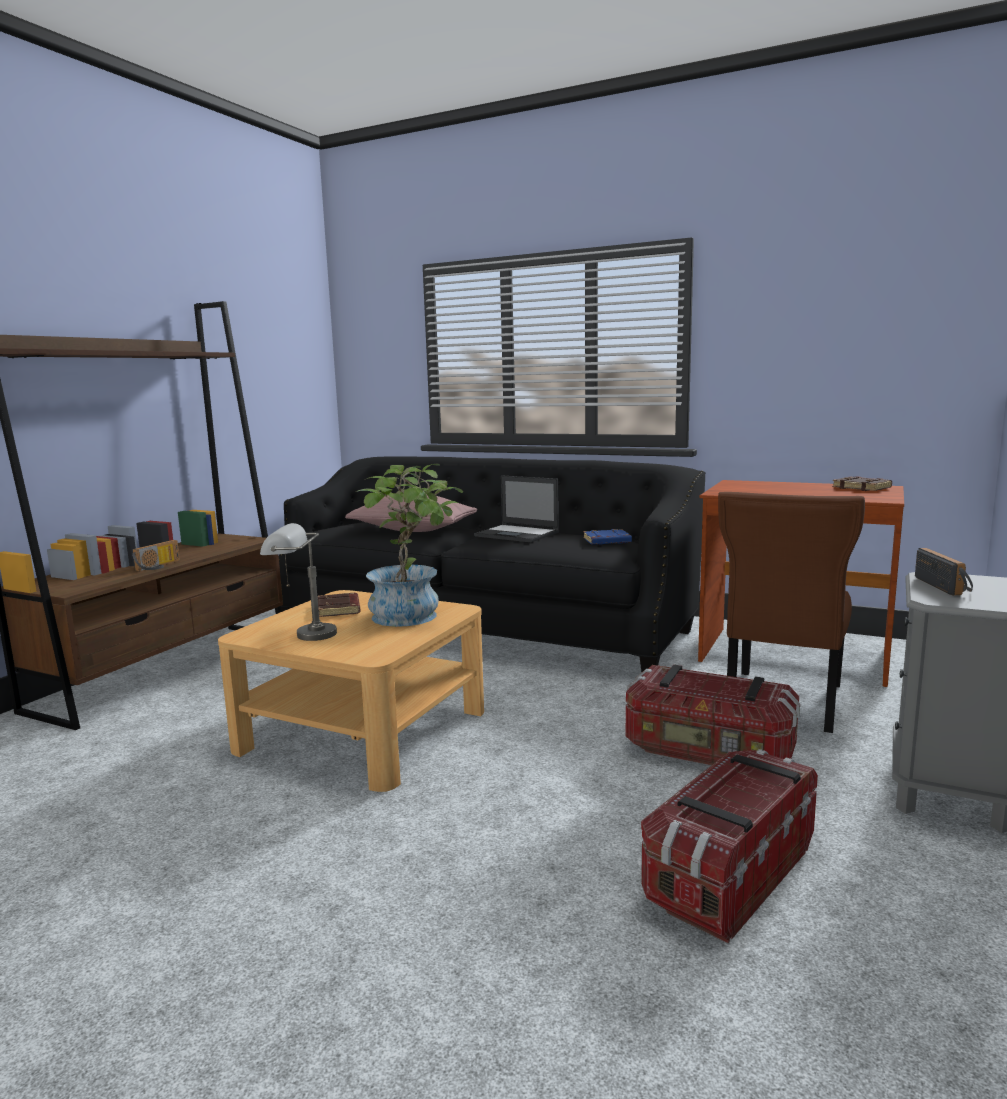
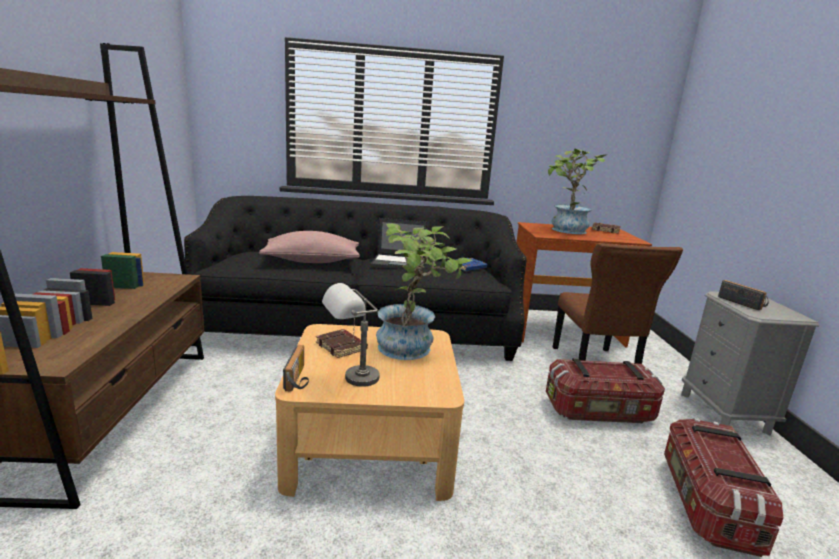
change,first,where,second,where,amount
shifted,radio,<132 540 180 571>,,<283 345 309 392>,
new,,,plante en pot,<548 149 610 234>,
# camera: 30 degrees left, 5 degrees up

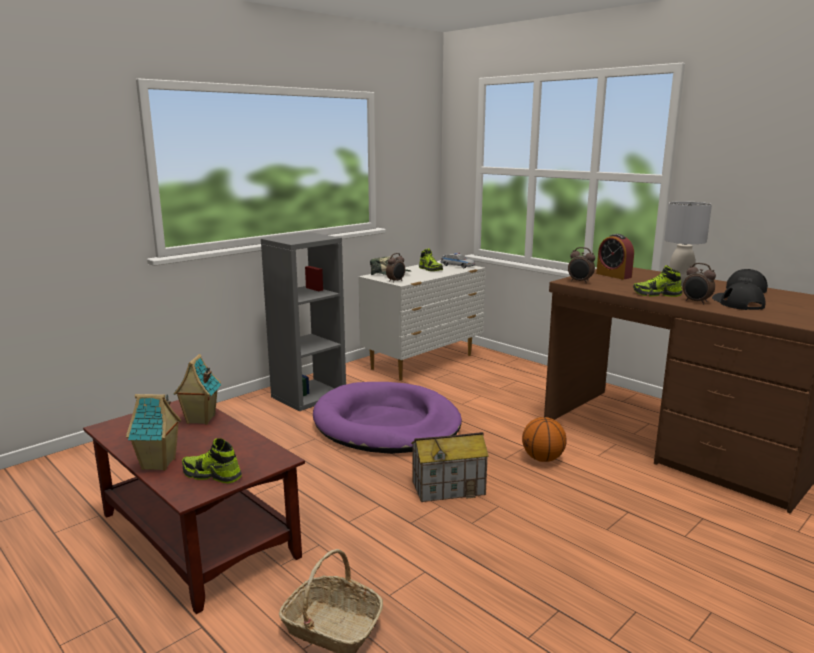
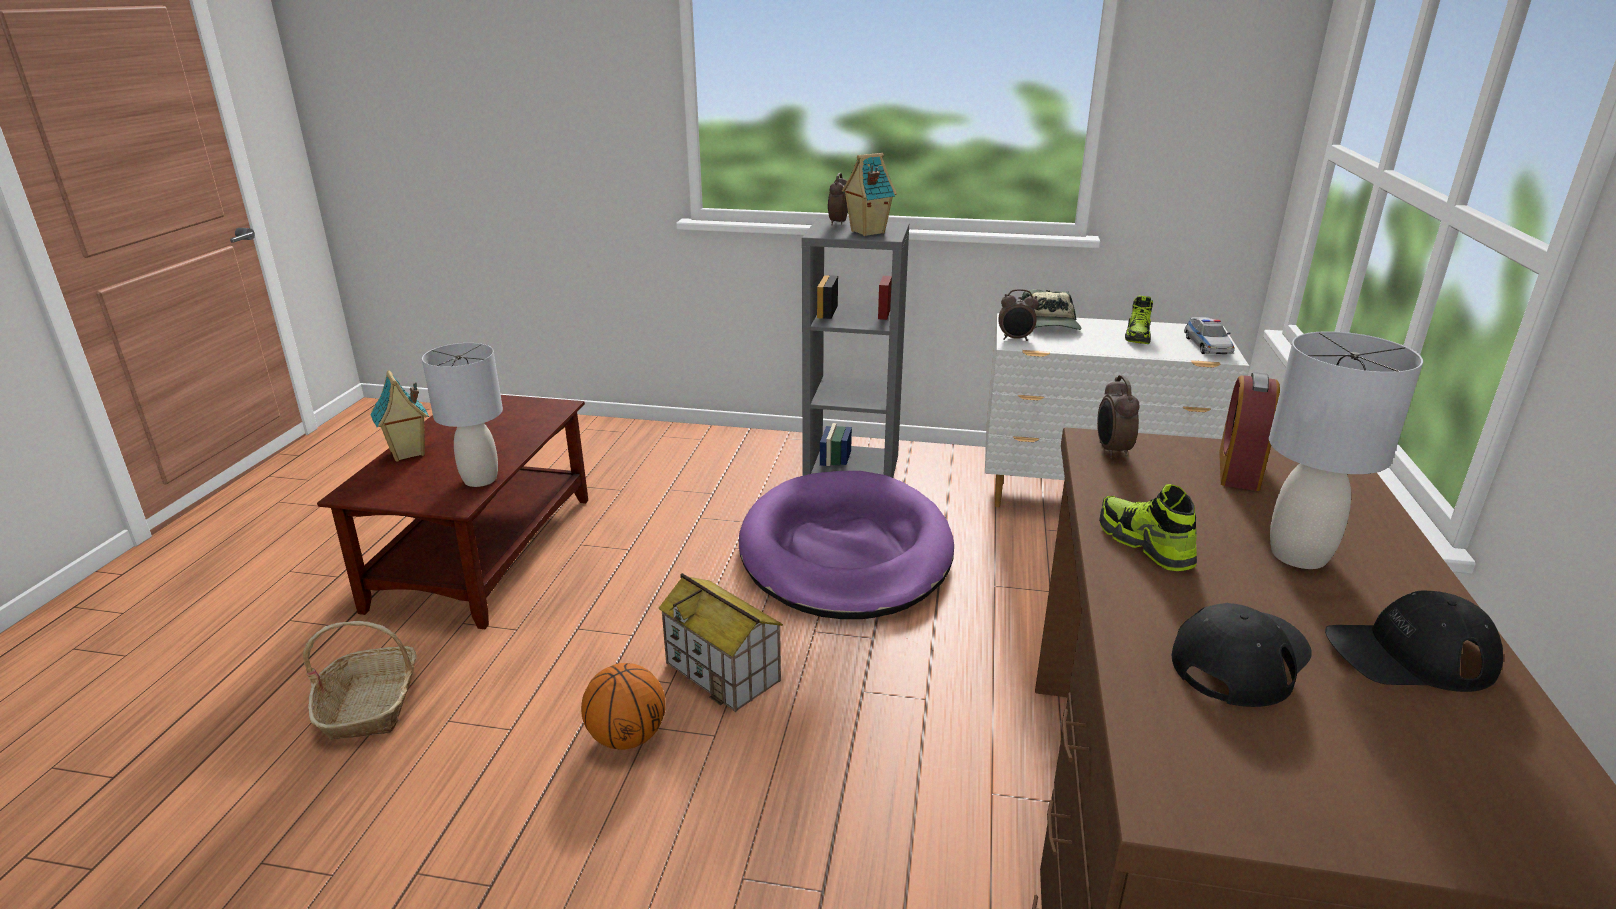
change,first,where,second,where,amount
shifted,maison miniature,<174 354 221 425>,,<842 153 897 236>,
gone,chaussure,<182 438 242 483>,,,
shifted,ballon de basket,<522 417 567 462>,,<581 663 666 750>,
shifted,réveil,<683 263 716 304>,,<828 173 848 225>,
new,,,lampe de table (gris),<422 343 503 487>,
# camera: 55 degrees right, 10 degrees up

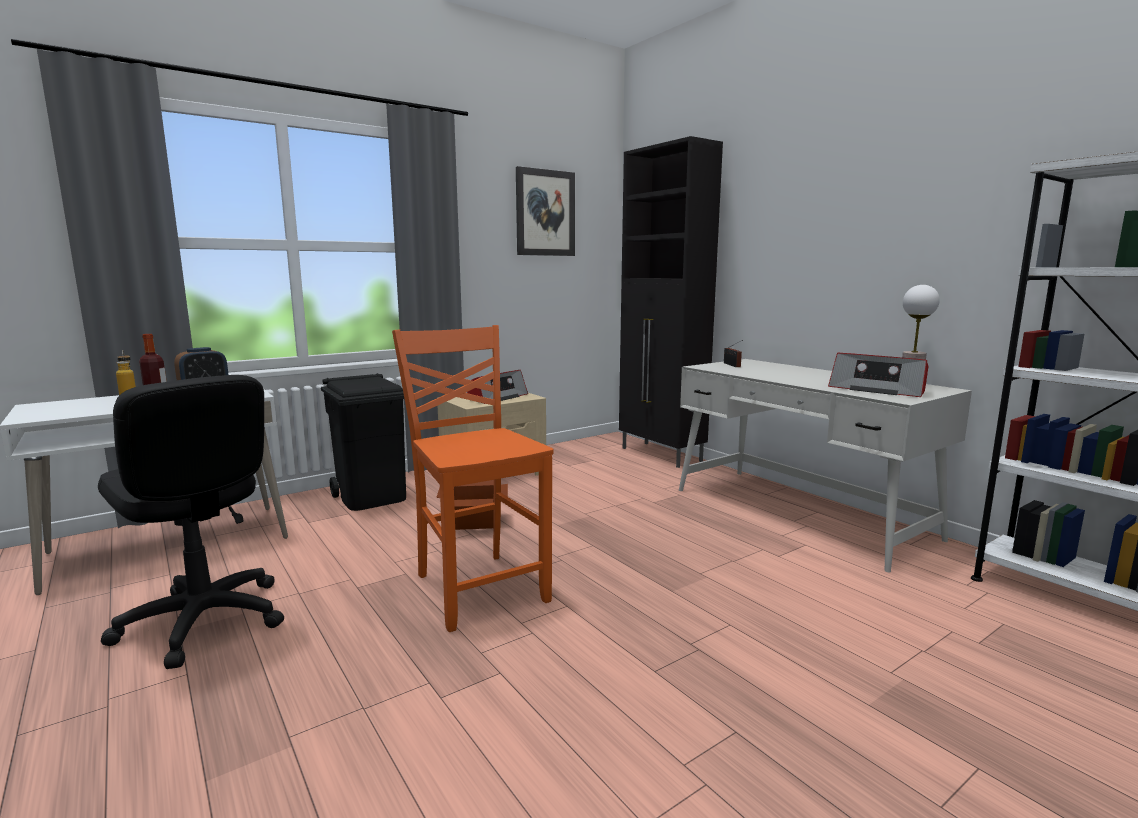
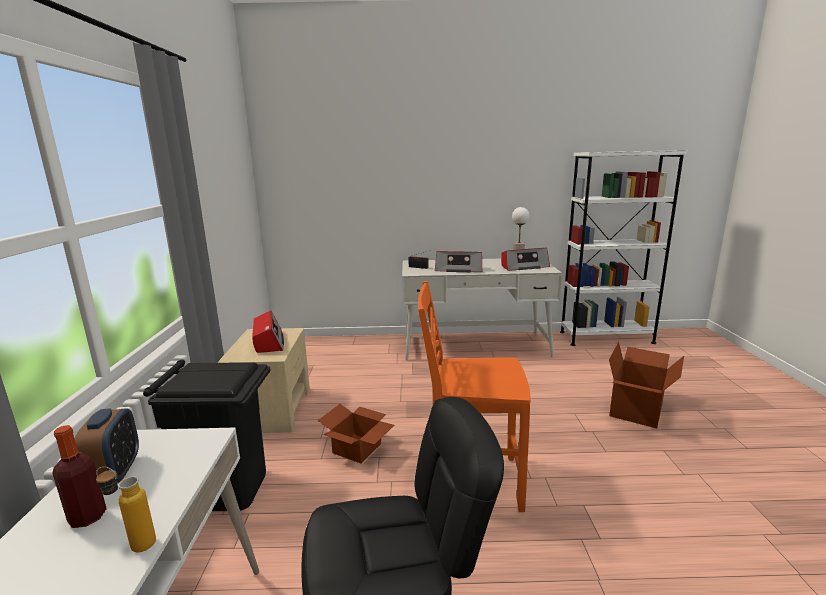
change,first,where,second,where,amount
gone,tableau,<516 166 575 256>,,,
gone,meuble de rangement (noir),<619 136 723 468>,,,
new,,,radio,<435 251 482 272>,
new,,,carton,<609 341 684 429>,
# camera: 55 degrees left, 5 degrees up

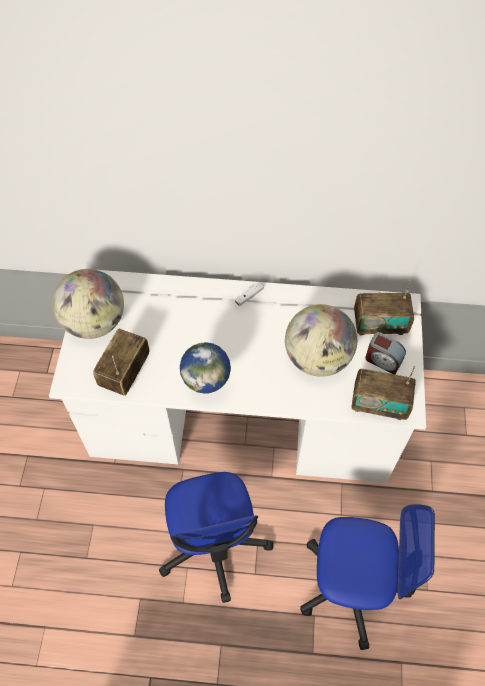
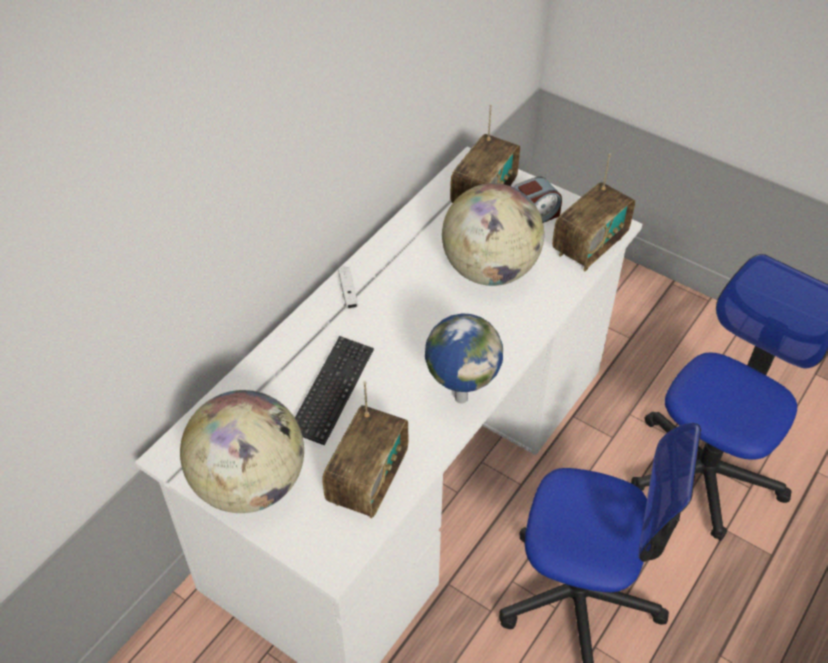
change,first,where,second,where,amount
rotated,radio,<93 329 149 396>,,<322 381 408 518>,120 degrees counterclockwise
new,,,clavier,<295 336 374 445>,
# camera: 60 degrees left, 10 degrees down

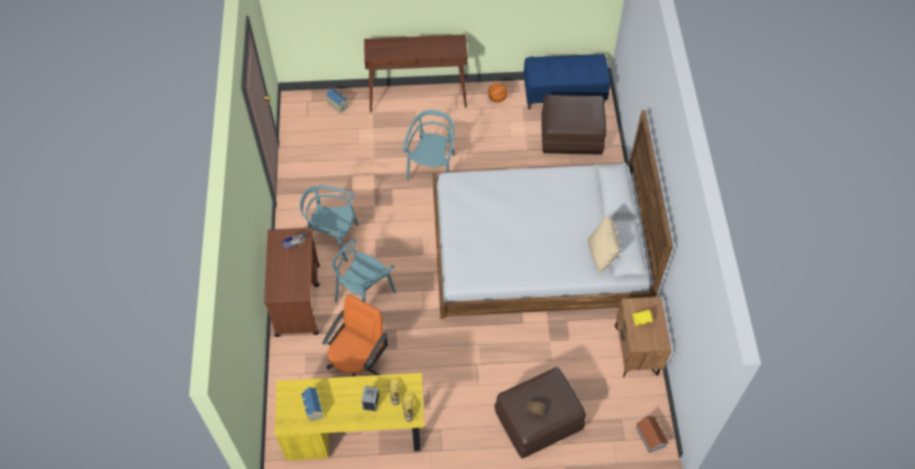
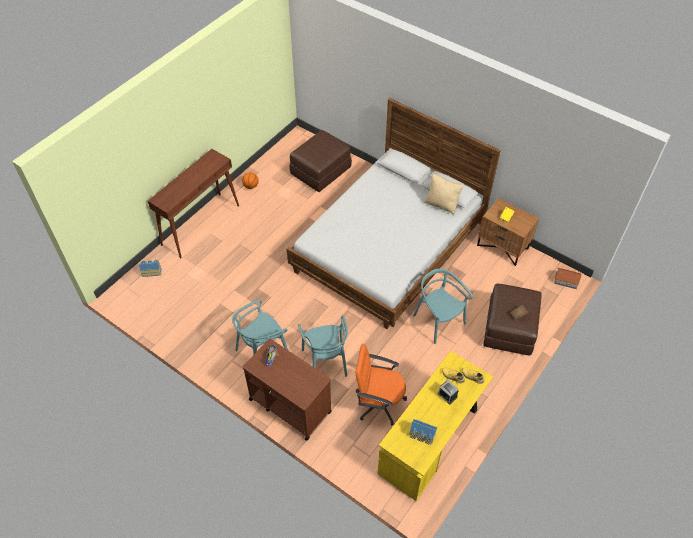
change,first,where,second,where,amount
rotated,chaise de bureau (orange),<322 295 388 377>,,<356 344 407 425>,60 degrees counterclockwise
shifted,chaise (turquoise),<403 110 455 180>,,<413 268 473 344>,
gone,banc (bleu),<524 54 610 110>,,,
# camera: 50 degrees left, 5 degrees down

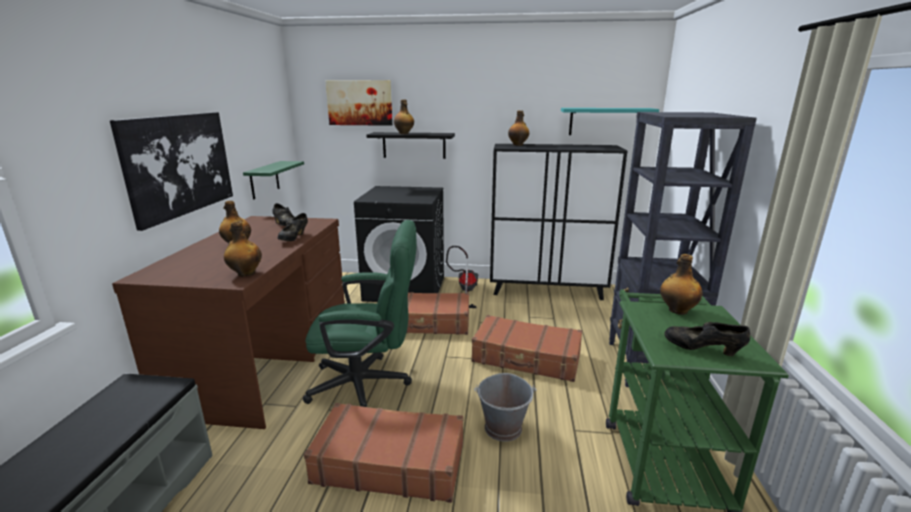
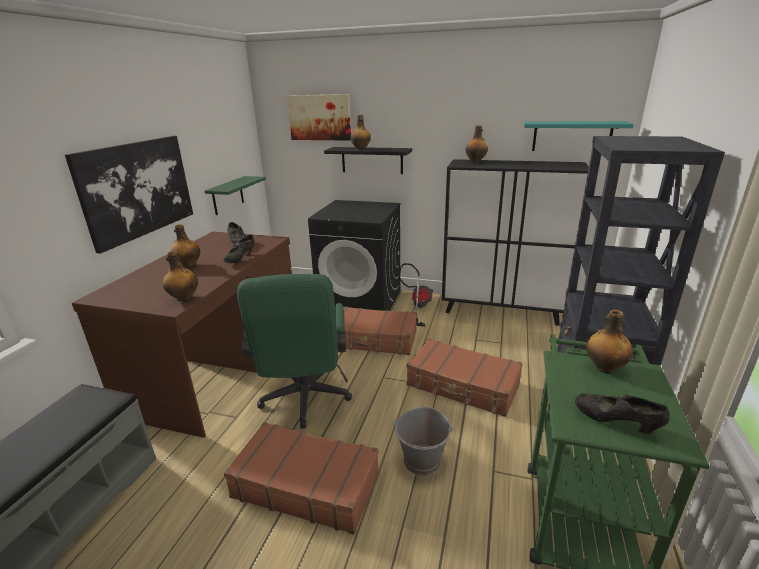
change,first,where,second,where,amount
rotated,chaise de bureau (vert),<303 220 416 407>,,<237 274 352 429>,75 degrees clockwise
# camera: 10 degrees right, 5 degrees up

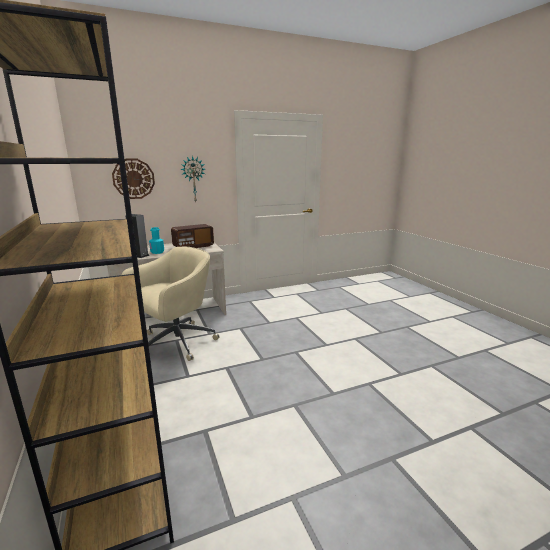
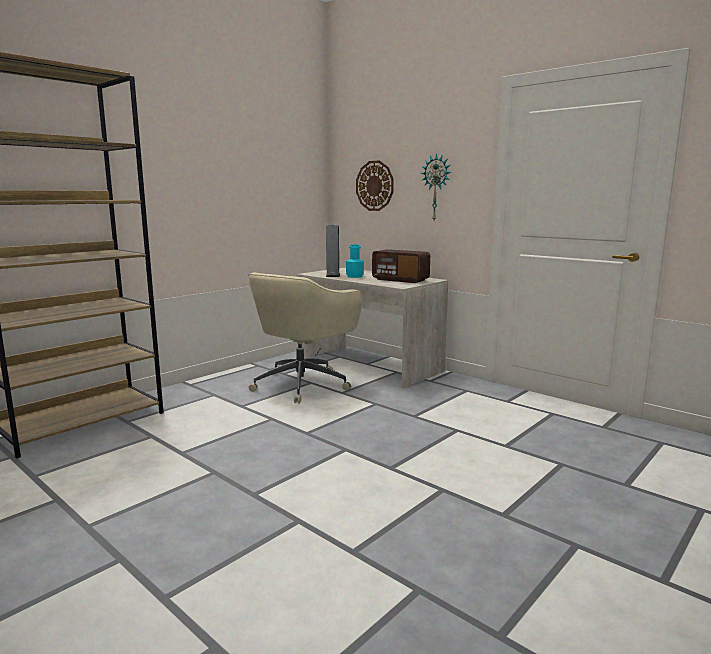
change,first,where,second,where,amount
rotated,chaise de bureau (beige),<121 247 220 361>,,<248 272 362 404>,105 degrees clockwise
# camera: 65 degrees right, 5 degrees down

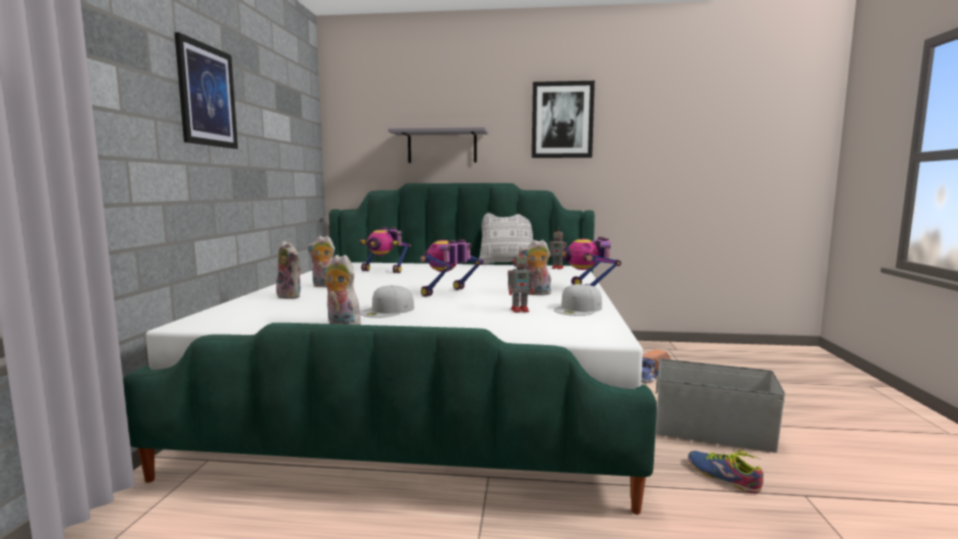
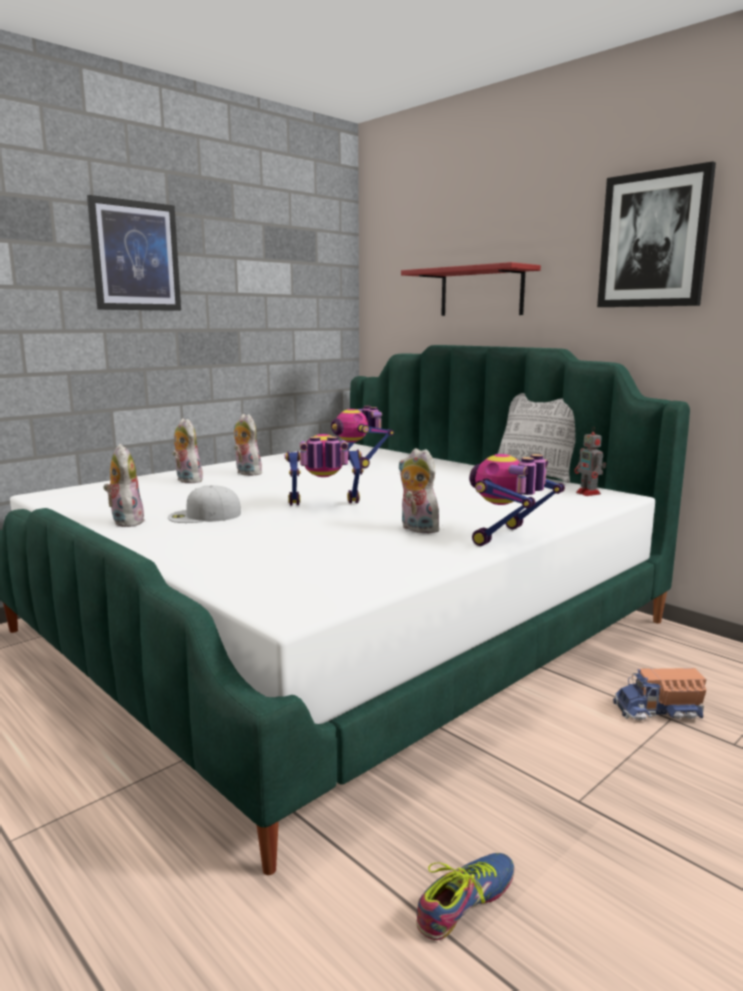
change,first,where,second,where,amount
rotated,peluche,<276 241 301 299>,,<172 418 203 484>,150 degrees clockwise
repainted,étagère (gris),<388 127 488 163>,étagère (rouge),<401 262 541 316>,
gone,robot jouet,<508 248 534 313>,,,
gone,casquette (blanc),<554 284 602 316>,,,
gone,boîte de rangement (gris),<656 359 786 453>,,,
rotated,chaussure,<688 450 763 493>,,<416 853 515 940>,45 degrees clockwise
# camera: 40 degrees right, 5 degrees up

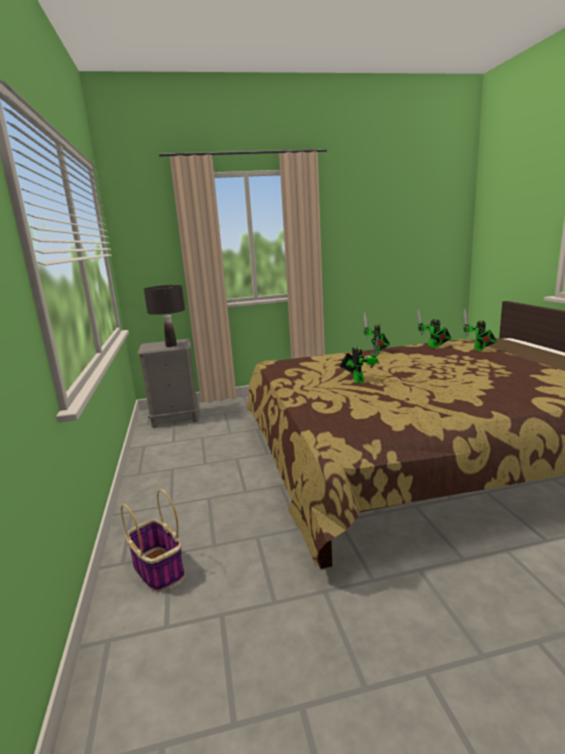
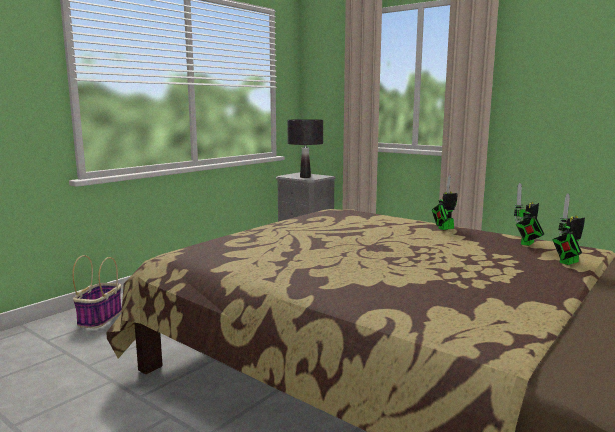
change,first,where,second,where,amount
gone,robot jouet,<340 336 379 383>,,,
# camera: 50 degrees right, 5 degrees down

